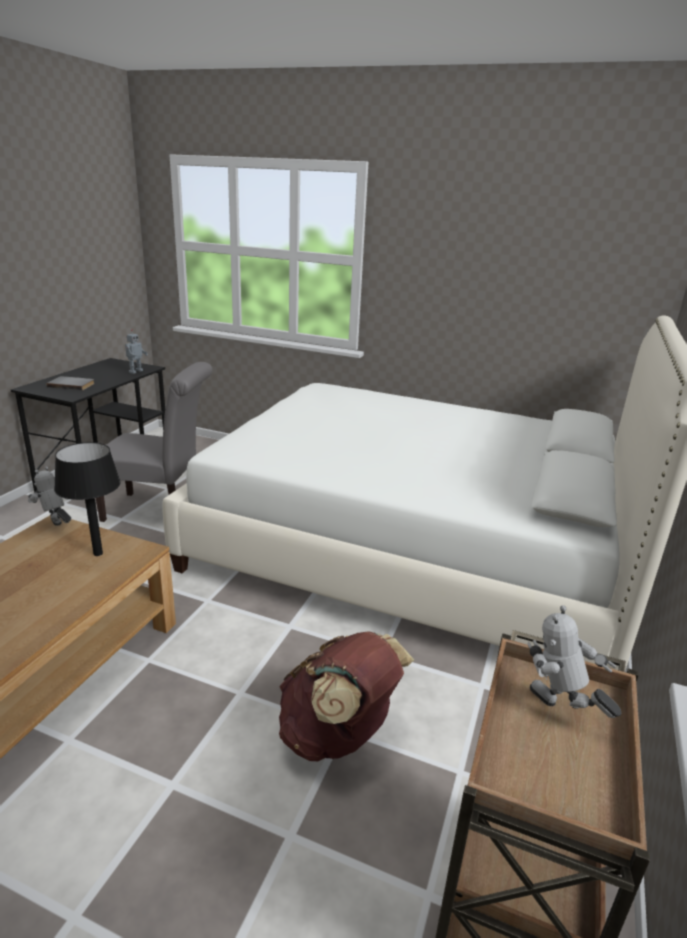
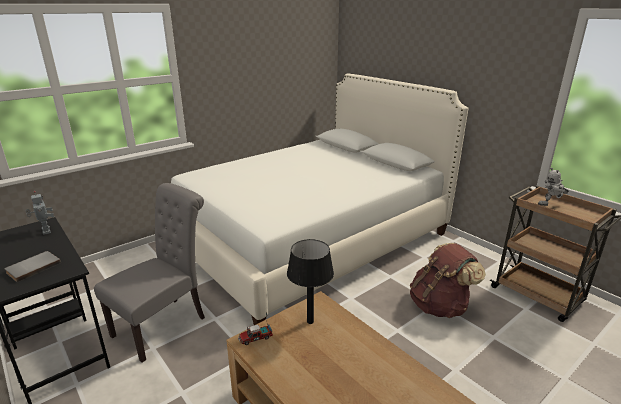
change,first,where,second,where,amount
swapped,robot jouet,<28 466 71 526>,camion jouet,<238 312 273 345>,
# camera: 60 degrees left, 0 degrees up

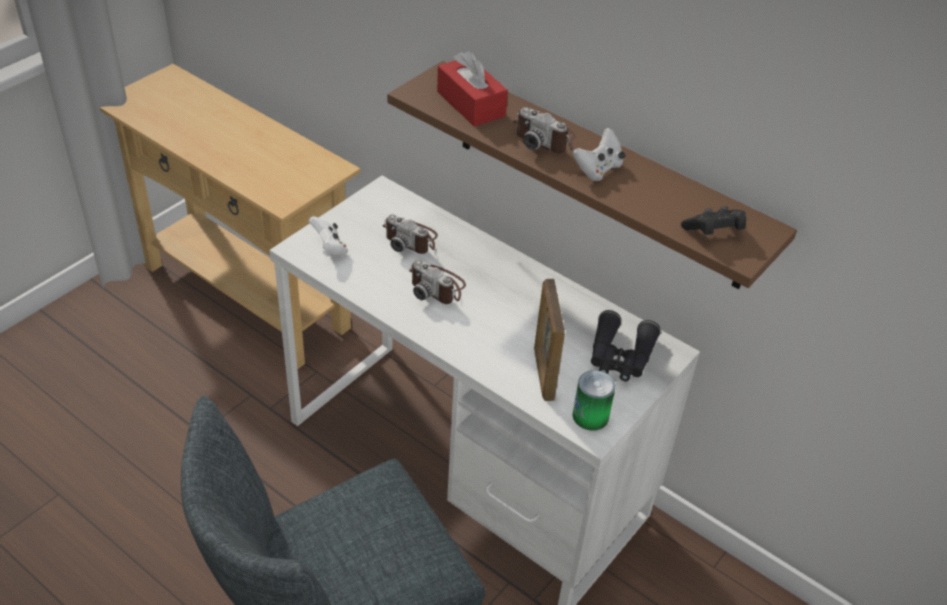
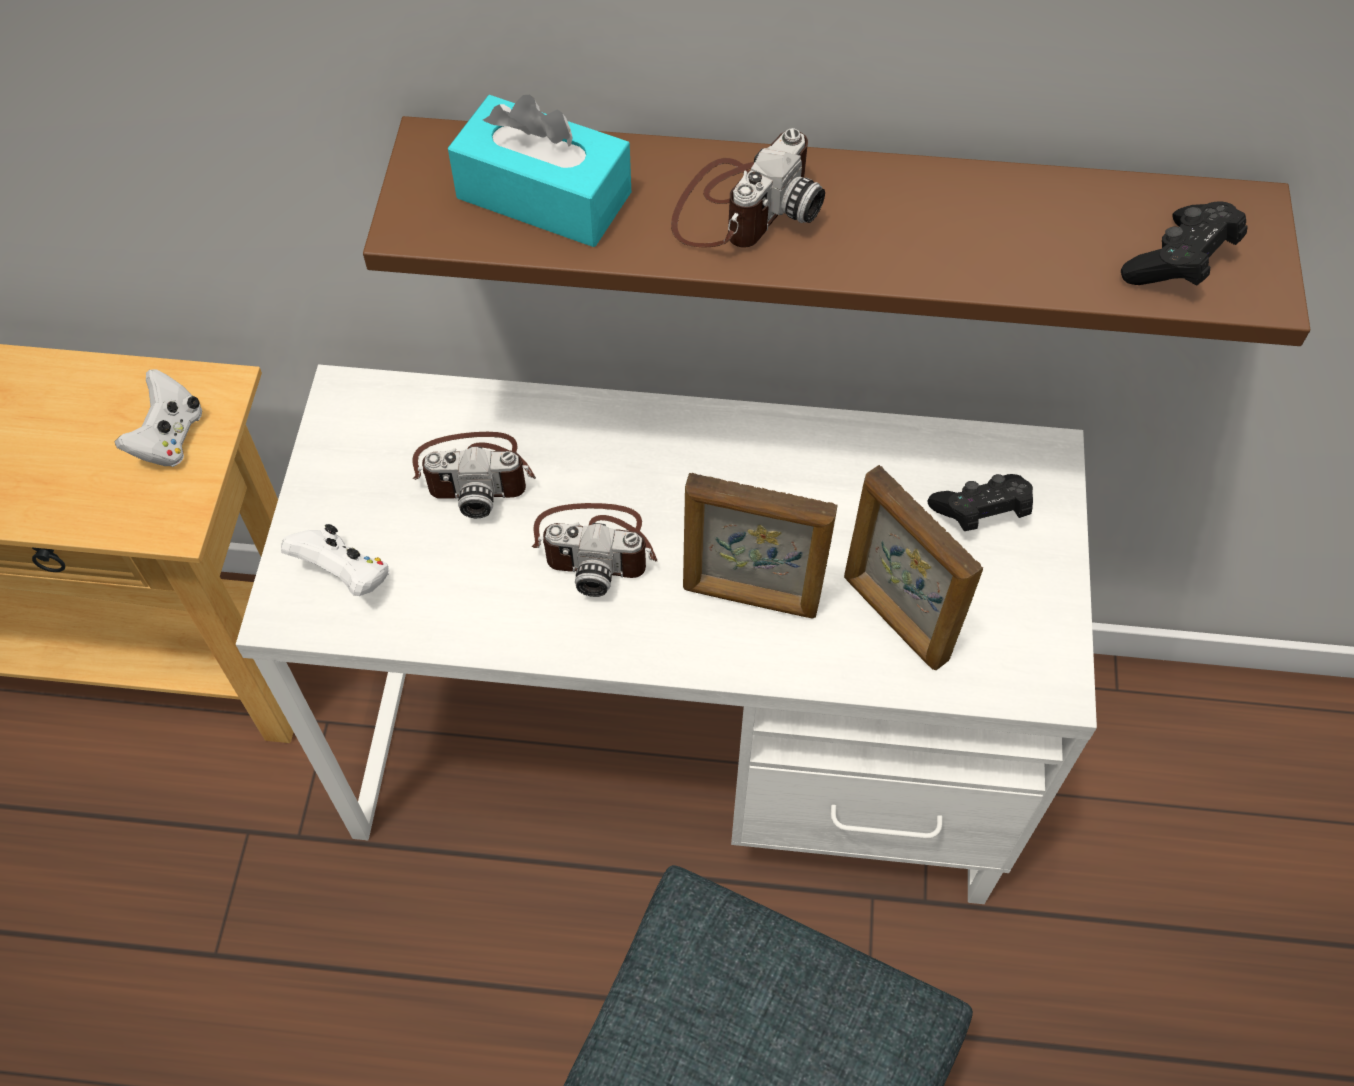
change,first,where,second,where,amount
repainted,boîte à mouchoirs (rouge),<437 50 508 127>,boîte à mouchoirs (turquoise),<448 95 631 247>,
rotated,appareil photo,<513 107 576 154>,,<671 128 825 248>,60 degrees counterclockwise
shifted,manette (blanc),<572 128 625 181>,,<115 369 202 467>,
gone,boîte métallique,<573 370 616 431>,,,
swapped,jumelles (noir),<591 310 661 382>,manette (noir),<928 474 1033 531>,
new,,,cadre photo,<683 473 837 619>,
# camera: 30 degrees left, 15 degrees up

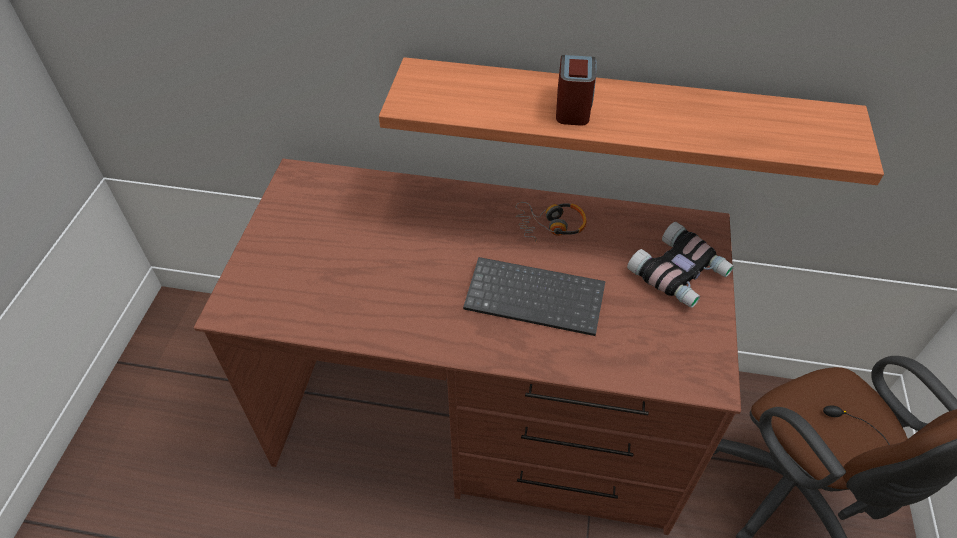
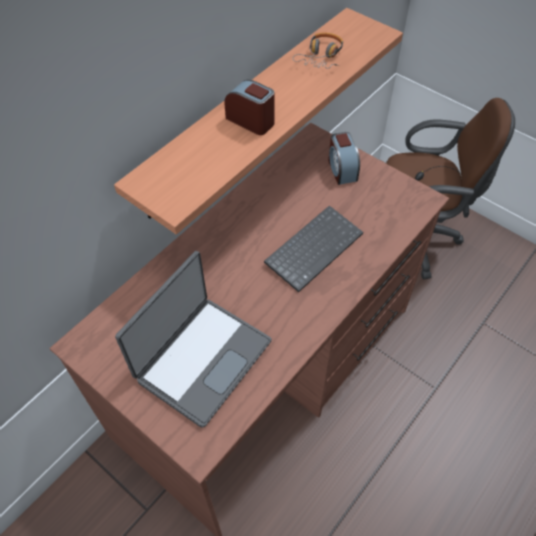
change,first,where,second,where,amount
shifted,casque audio,<516 202 586 244>,,<293 33 343 69>,
swapped,jumelles,<627 222 734 308>,réveil,<328 132 360 185>,
new,,,ordinateur portable,<115 251 272 428>,
# camera: 60 degrees left, 5 degrees up

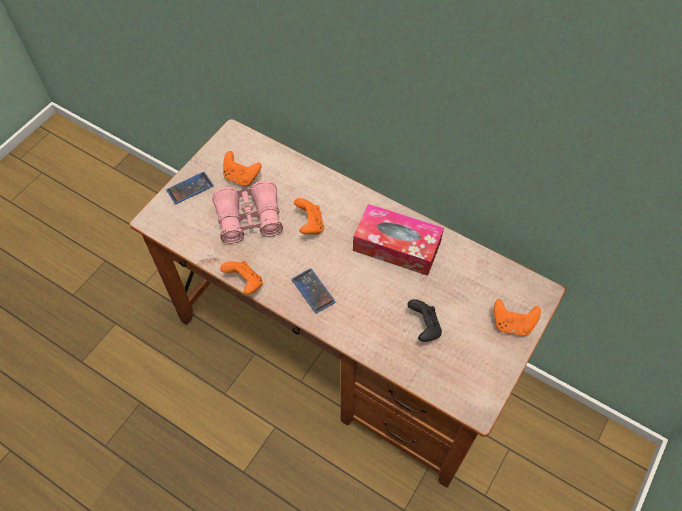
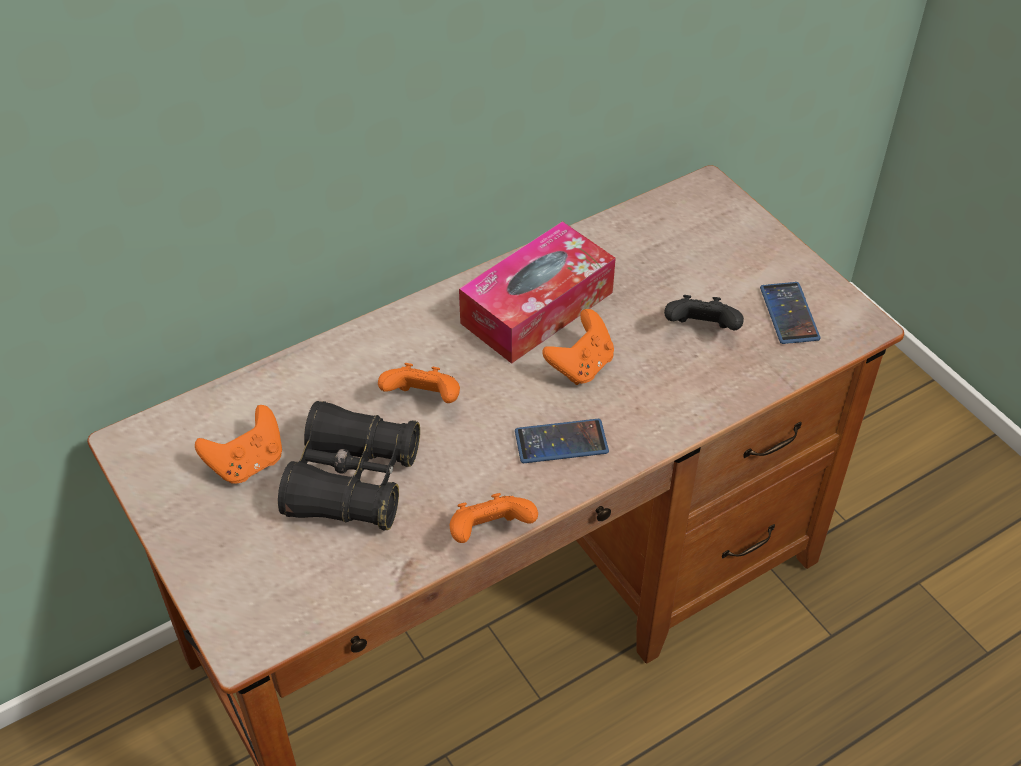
change,first,where,second,where,amount
shifted,téléphone,<166 172 214 204>,,<760 282 821 344>,
repainted,jumelles (rose),<212 180 283 243>,jumelles (noir),<278 401 420 530>,
shifted,manette (orange),<494 299 541 336>,,<542 309 614 385>,
# camera: 65 degrees left, 10 degrees down

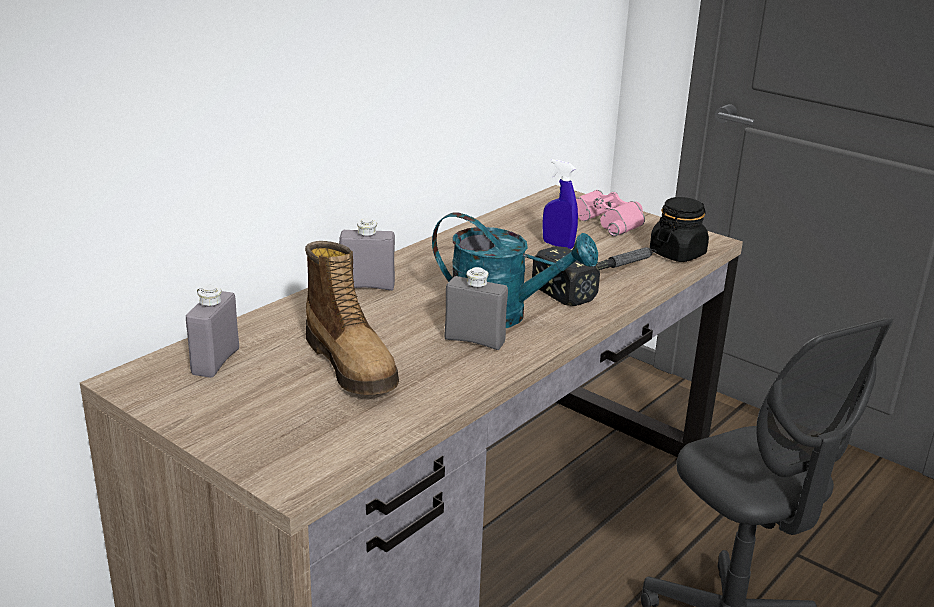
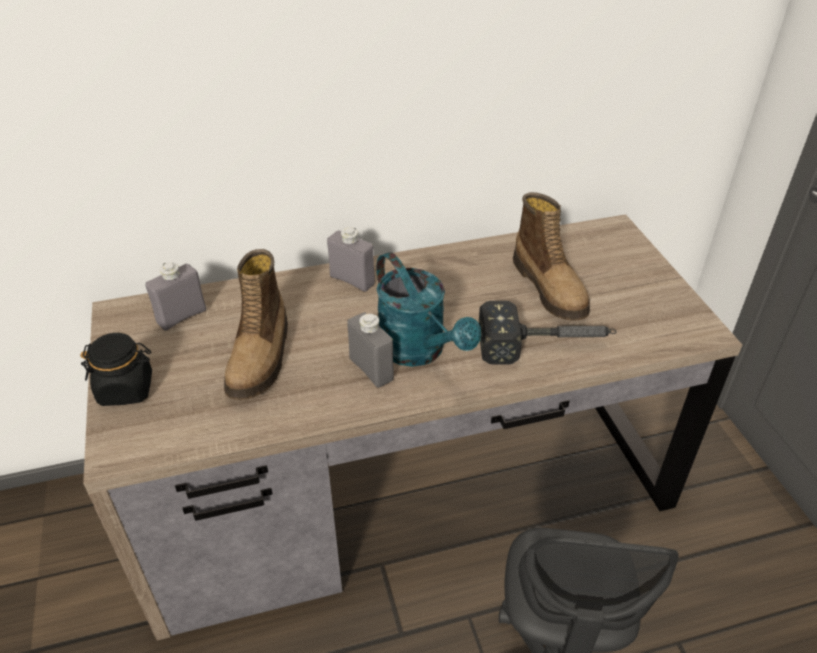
change,first,where,second,where,amount
swapped,vaporisateur (bleu),<543 159 578 249>,botte,<513 192 590 321>,
gone,jumelles (rose),<576 190 645 236>,,,
shifted,bocal (noir),<650 197 709 262>,,<80 333 152 406>,
# camera: 35 degrees right, 15 degrees up

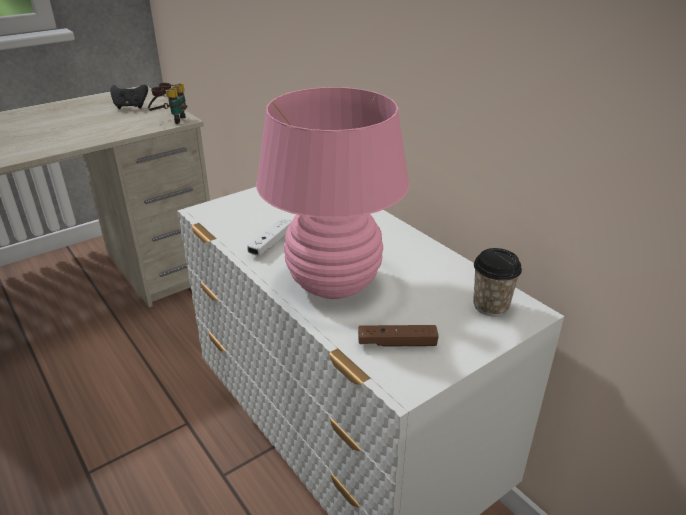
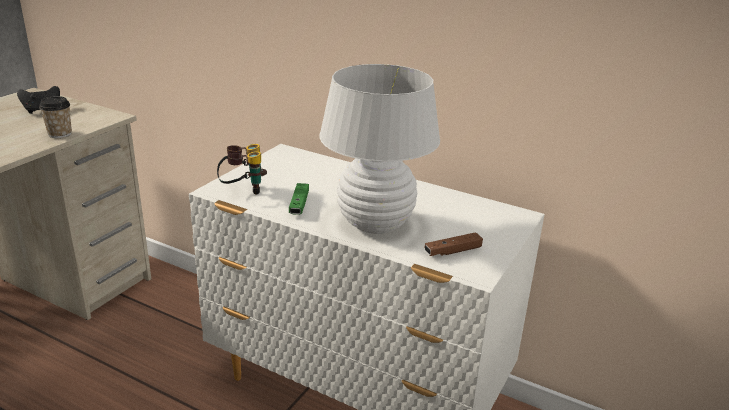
change,first,where,second,where,amount
shifted,jumelles,<148 83 187 124>,,<217 144 267 195>,
repainted,manette (blanc),<247 218 292 256>,manette (vert),<289 183 309 215>,
repainted,lampe de table (rose),<256 87 410 299>,lampe de table (blanc),<319 64 440 234>,
shifted,tasse,<473 248 522 317>,,<39 96 72 138>,
# camera: 25 degrees left, 5 degrees down

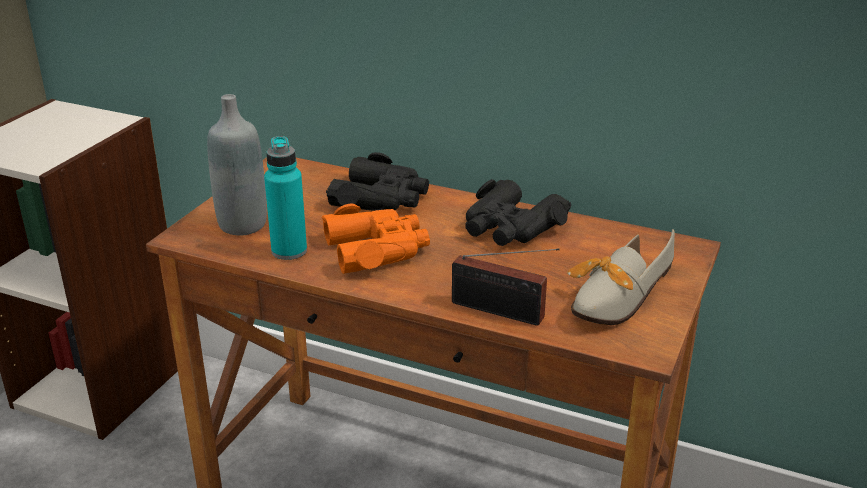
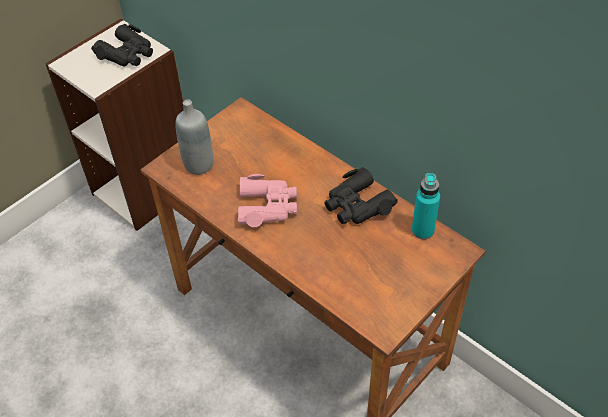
change,first,where,second,where,amount
shifted,bouteille (turquoise),<264 136 307 260>,,<412 173 440 239>,
repainted,jumelles (orange),<322 204 430 274>,jumelles (rose),<238 174 297 227>,
shifted,jumelles (noir),<326 152 429 211>,,<91 24 153 67>,
gone,radio,<452 248 560 326>,,,
gone,chaussure,<567 229 675 325>,,,
# camera: 20 degrees right, 20 degrees up

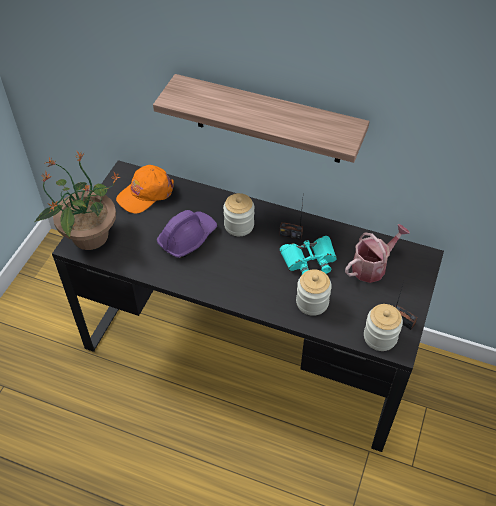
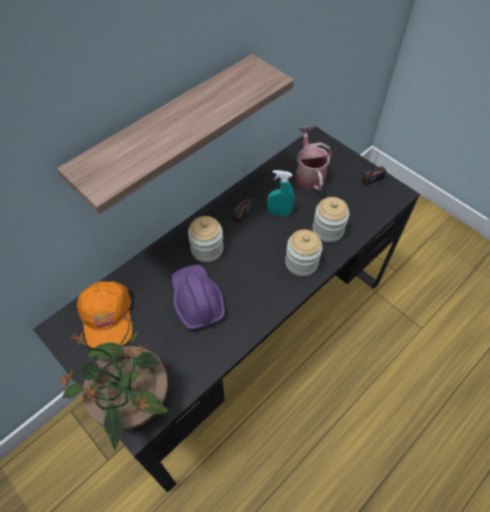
change,first,where,second,where,amount
swapped,jumelles (turquoise),<280 236 337 274>,vaporisateur (turquoise),<267 170 295 216>,
shifted,bocal,<364 304 403 351>,,<285 229 323 276>,
# camera: 65 degrees left, 5 degrees up

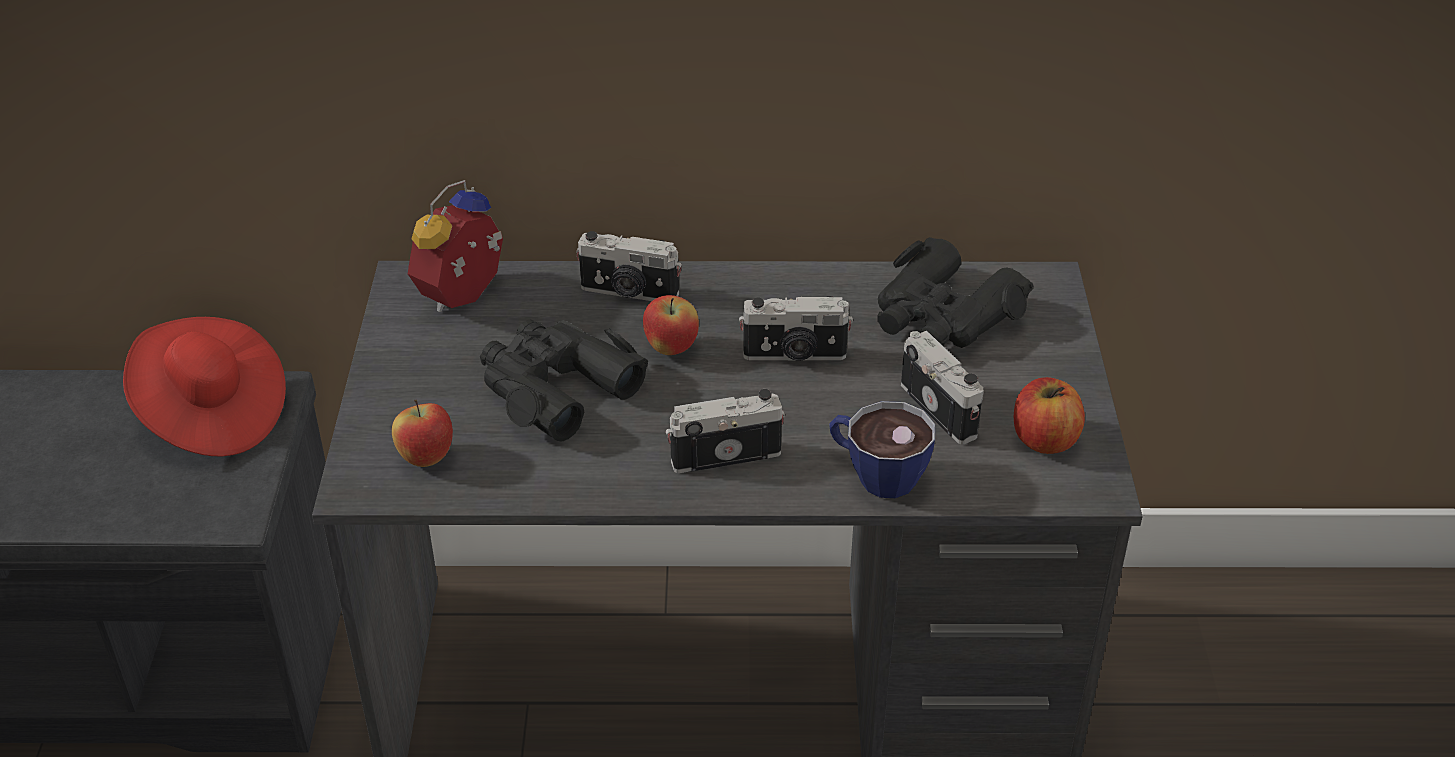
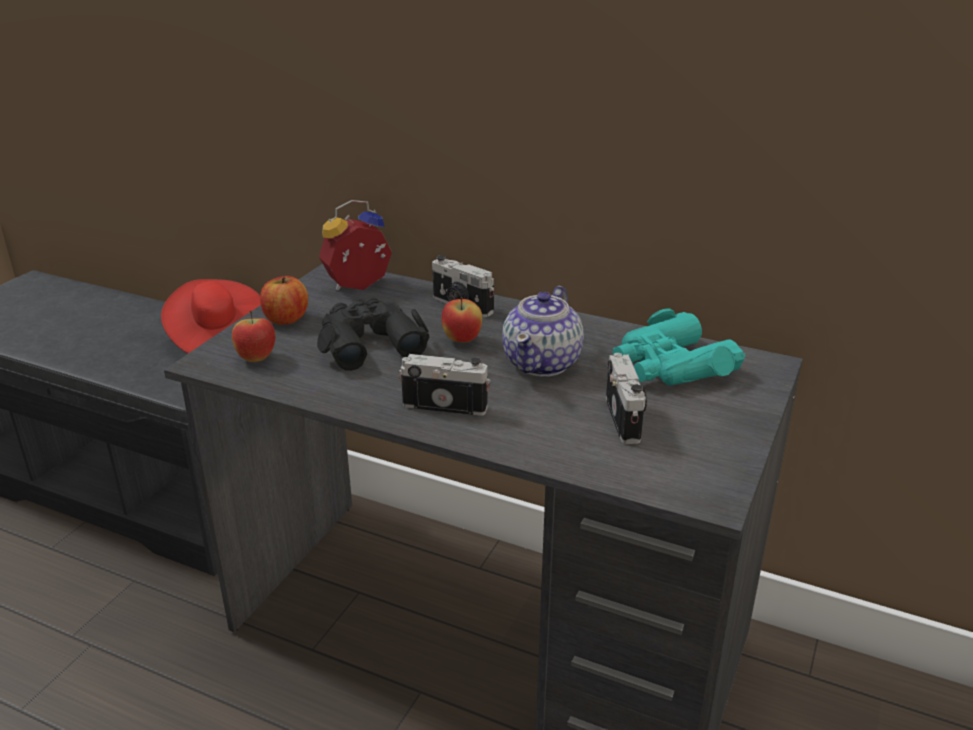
change,first,where,second,where,amount
swapped,appareil photo,<739 296 853 361>,théière,<502 286 584 376>,
gone,tasse,<829 401 935 498>,,,
repainted,jumelles (noir),<877 237 1034 348>,jumelles (turquoise),<613 308 745 386>,
shifted,pomme,<1014 377 1085 454>,,<260 276 308 325>,
# camera: 25 degrees right, 10 degrees down

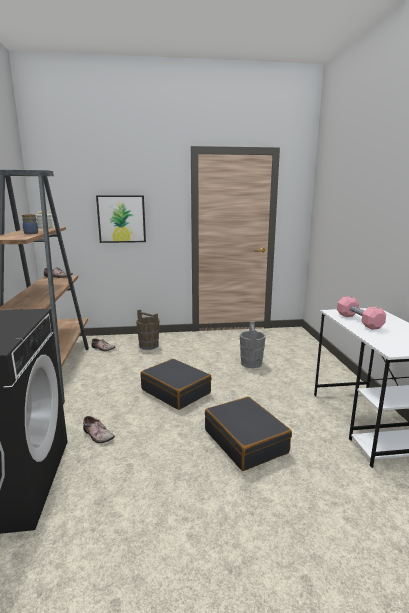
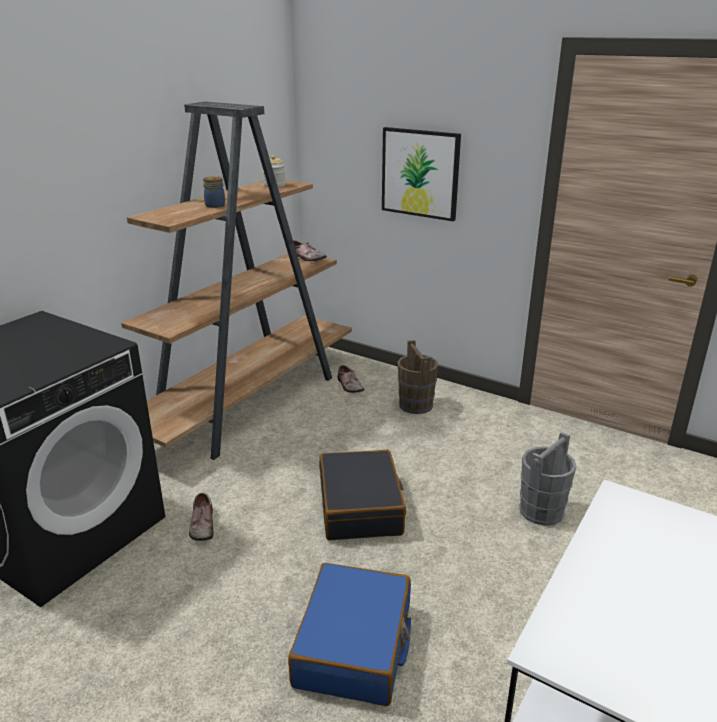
change,first,where,second,where,amount
repainted,valise (noir),<205 396 292 471>,valise (bleu),<288 563 411 706>,
gone,haltère (rose),<337 296 386 330>,,,
# camera: 40 degrees right, 10 degrees up

